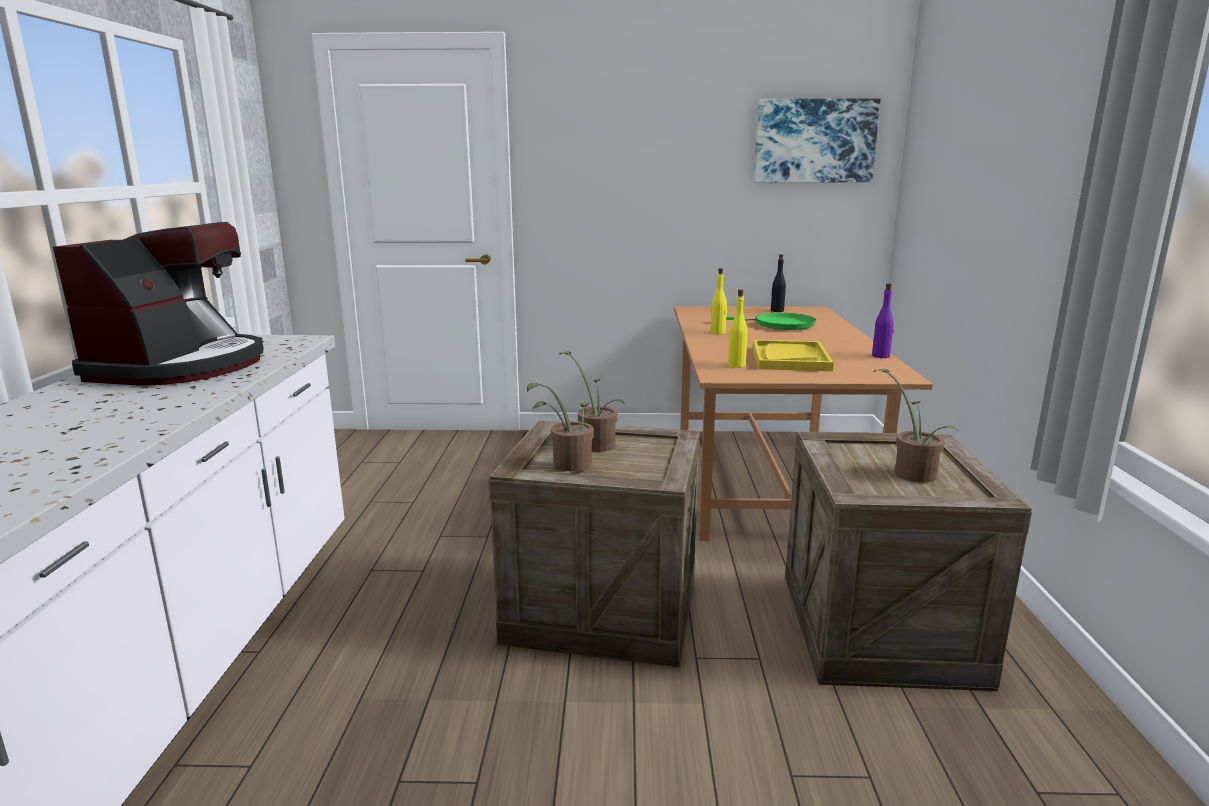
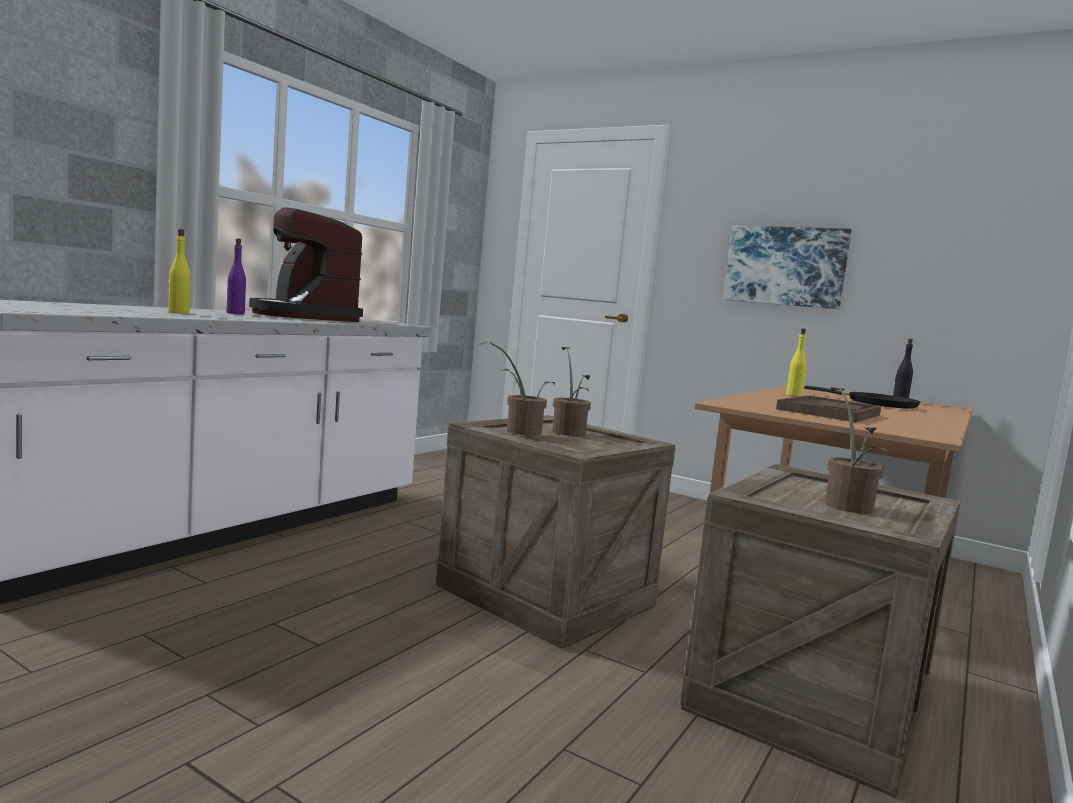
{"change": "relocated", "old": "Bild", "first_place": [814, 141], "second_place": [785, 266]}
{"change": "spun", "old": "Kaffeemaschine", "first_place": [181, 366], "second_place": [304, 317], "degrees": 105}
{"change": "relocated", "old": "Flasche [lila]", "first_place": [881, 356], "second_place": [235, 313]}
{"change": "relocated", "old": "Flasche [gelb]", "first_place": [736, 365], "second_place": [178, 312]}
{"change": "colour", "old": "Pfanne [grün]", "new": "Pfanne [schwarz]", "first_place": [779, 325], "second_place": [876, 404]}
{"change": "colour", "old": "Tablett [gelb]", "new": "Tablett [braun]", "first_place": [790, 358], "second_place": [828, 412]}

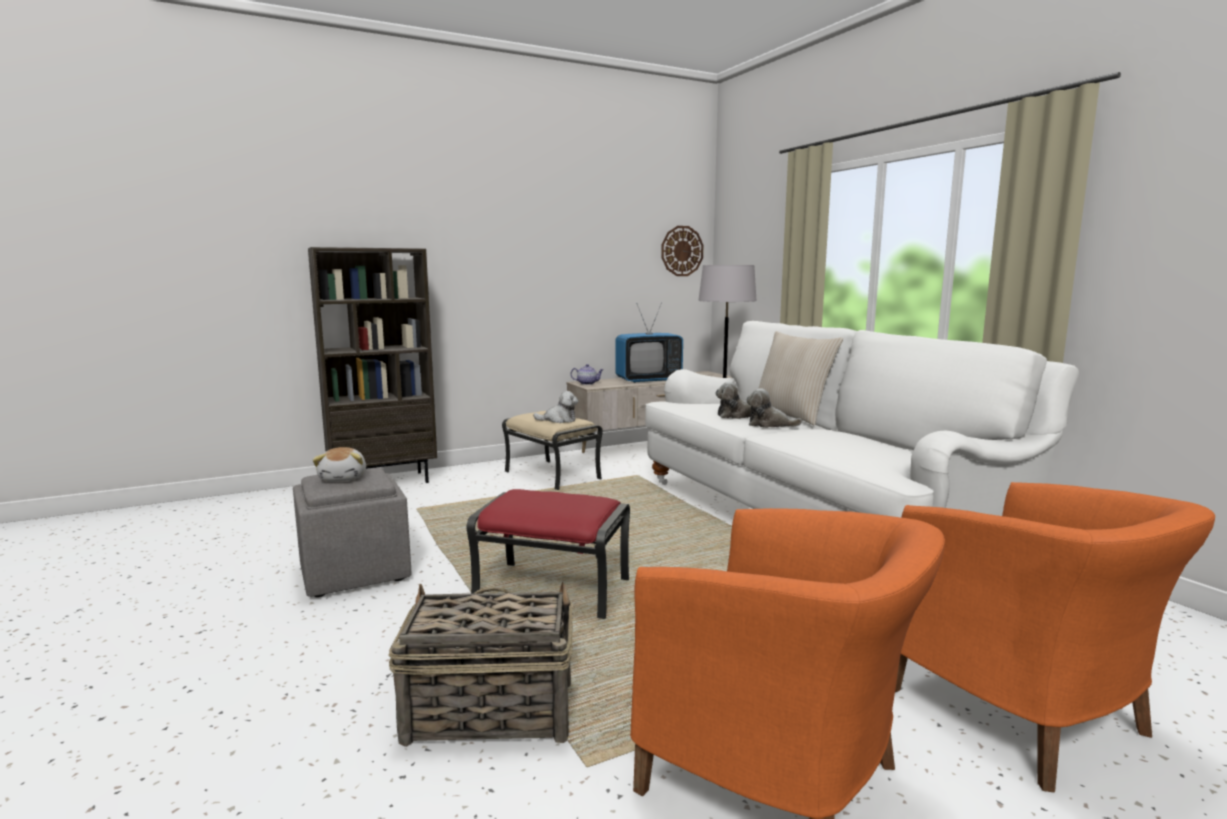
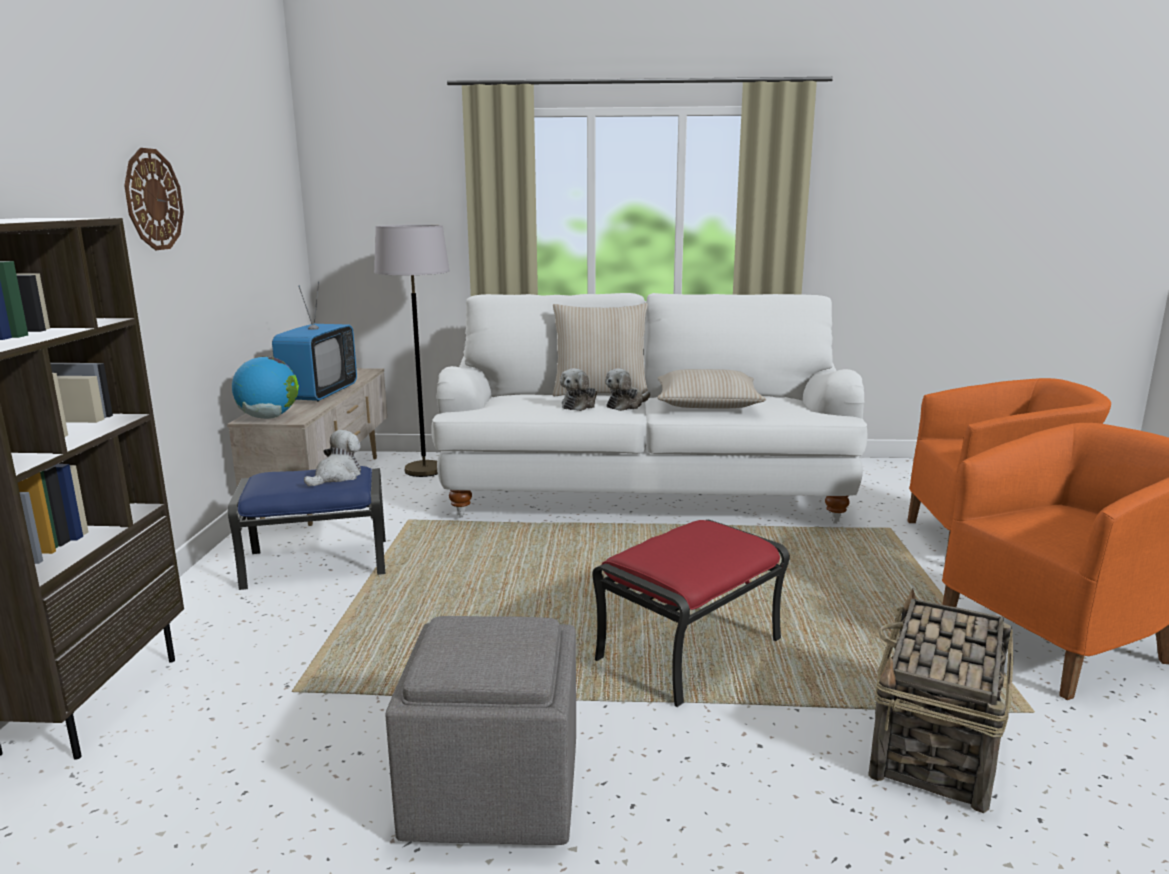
{"change": "relocated", "old": "Wanduhr", "first_place": [682, 251], "second_place": [153, 199]}
{"change": "exchanged", "old": "Teekanne", "new": "Globus", "first_place": [587, 383], "second_place": [268, 417]}
{"change": "colour", "old": "Polsterhocker [beige]", "new": "Polsterhocker [blau]", "first_place": [551, 475], "second_place": [315, 564]}
{"change": "missing", "old": "Plüschtier", "first_place": [344, 478]}
{"change": "appeared", "new": "Kissen [beige]", "second_place": [707, 403]}

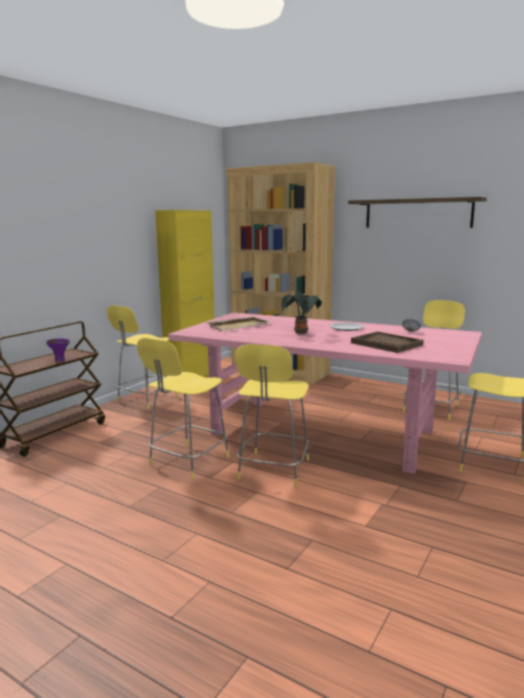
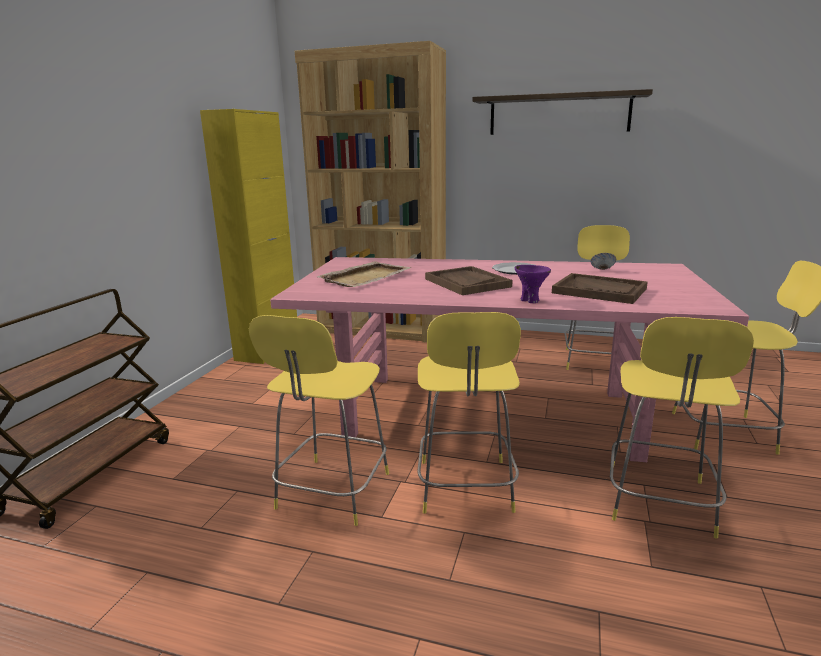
{"change": "exchanged", "old": "Topfpflanze", "new": "Tablett [braun]", "first_place": [301, 333], "second_place": [467, 283]}
{"change": "relocated", "old": "Hocker [gelb]", "first_place": [146, 400], "second_place": [658, 503]}
{"change": "relocated", "old": "Schüssel [lila]", "first_place": [59, 360], "second_place": [530, 300]}

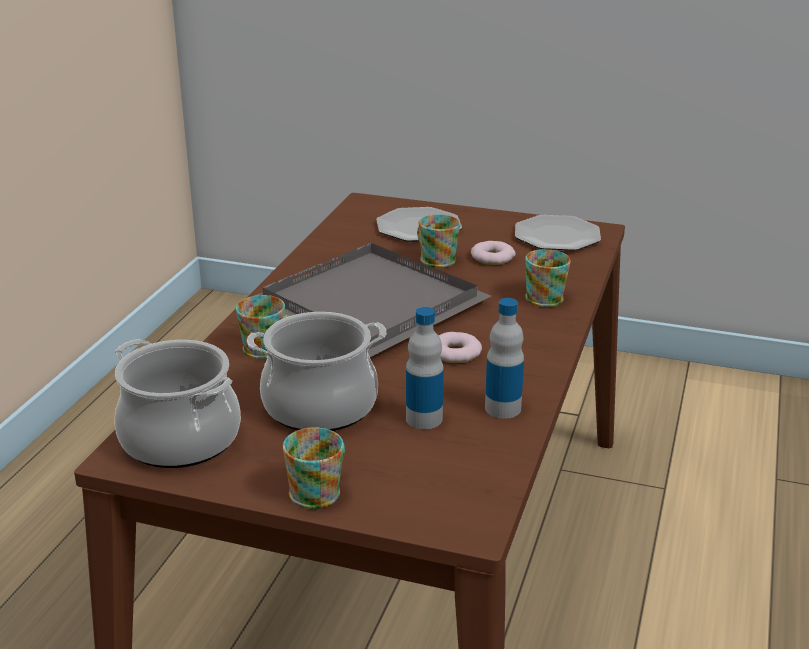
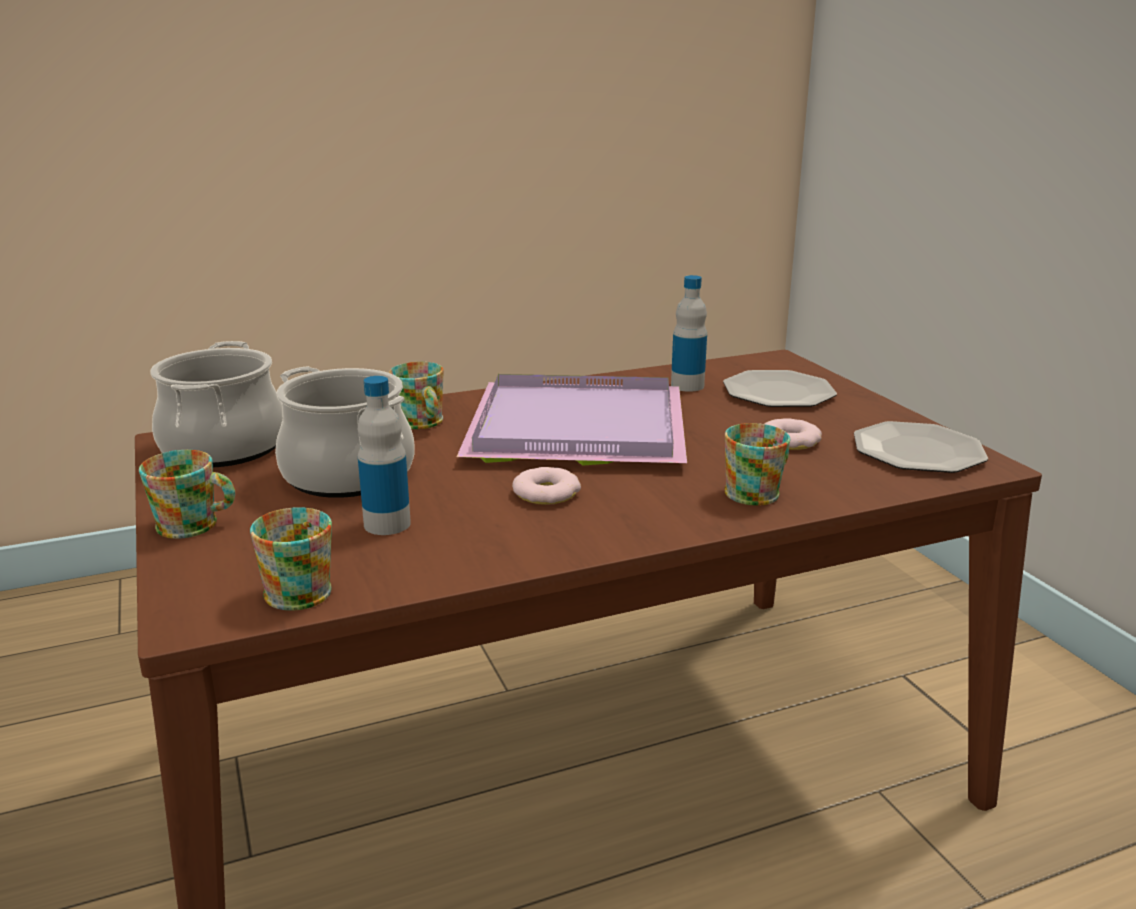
{"change": "relocated", "old": "Henkelbecher", "first_place": [435, 259], "second_place": [304, 588]}
{"change": "colour", "old": "Tablett [grau]", "new": "Tablett [lila]", "first_place": [370, 306], "second_place": [573, 429]}
{"change": "relocated", "old": "Flasche", "first_place": [503, 408], "second_place": [687, 386]}

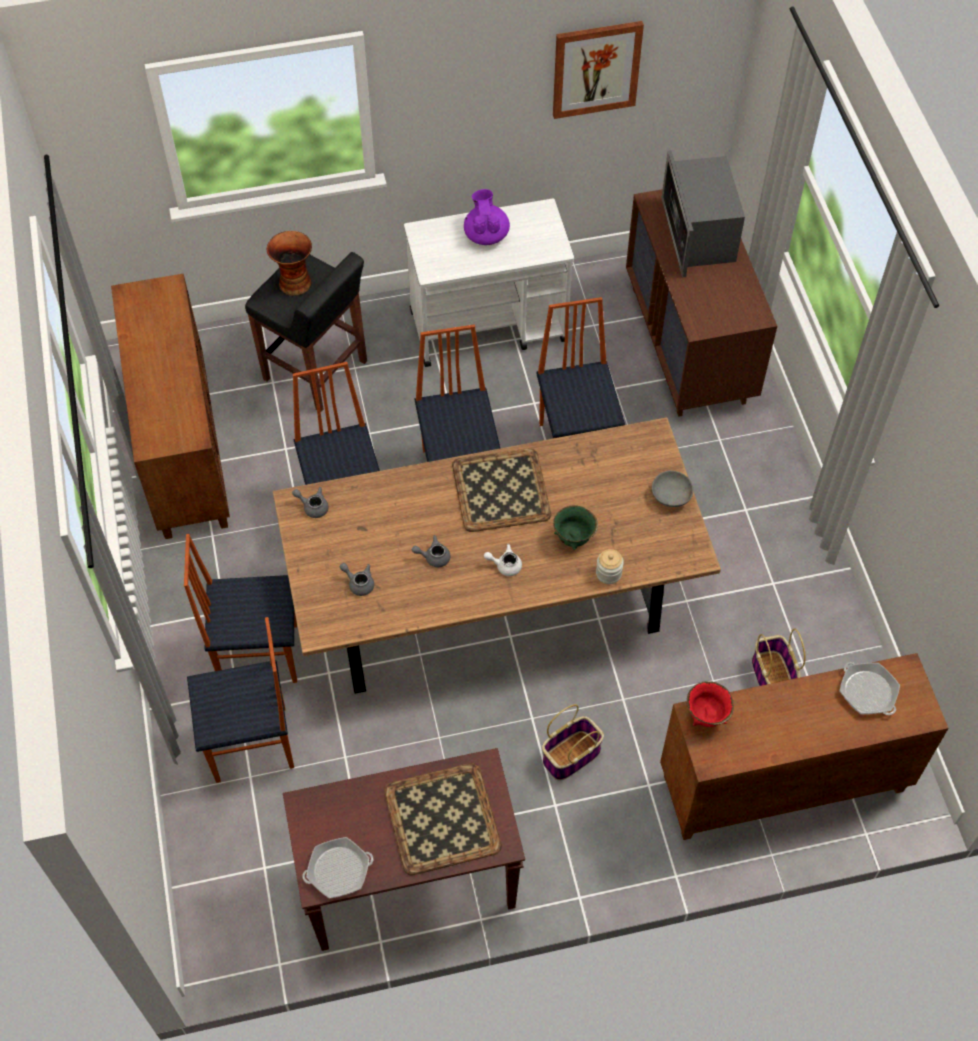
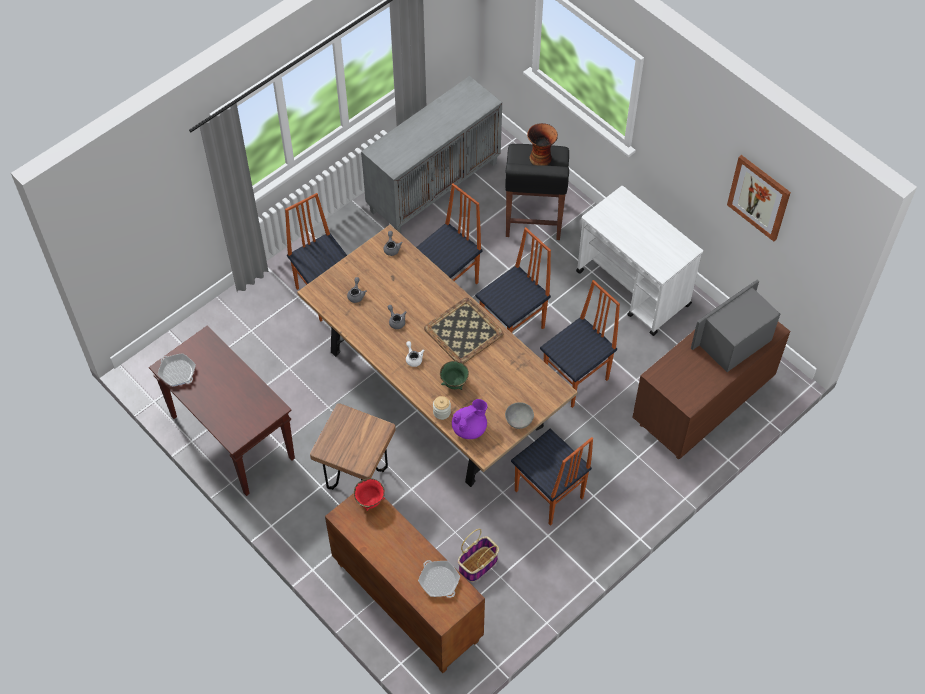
{"change": "relocated", "old": "Teekanne [lila]", "first_place": [486, 235], "second_place": [470, 428]}
{"change": "colour", "old": "Schrank [braun]", "new": "Schrank [grau]", "first_place": [182, 449], "second_place": [434, 186]}
{"change": "relocated", "old": "Stuhl", "first_place": [252, 746], "second_place": [548, 495]}
{"change": "spun", "old": "Pfanne", "first_place": [867, 692], "second_place": [439, 581], "degrees": 120}
{"change": "exchanged", "old": "Korb", "new": "Hocker [braun]", "first_place": [571, 755], "second_place": [358, 479]}
{"change": "missing", "old": "Tablett", "first_place": [441, 818]}

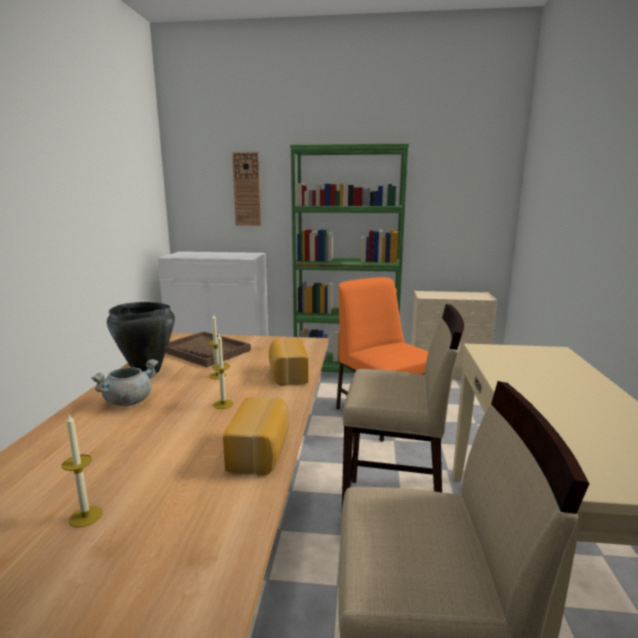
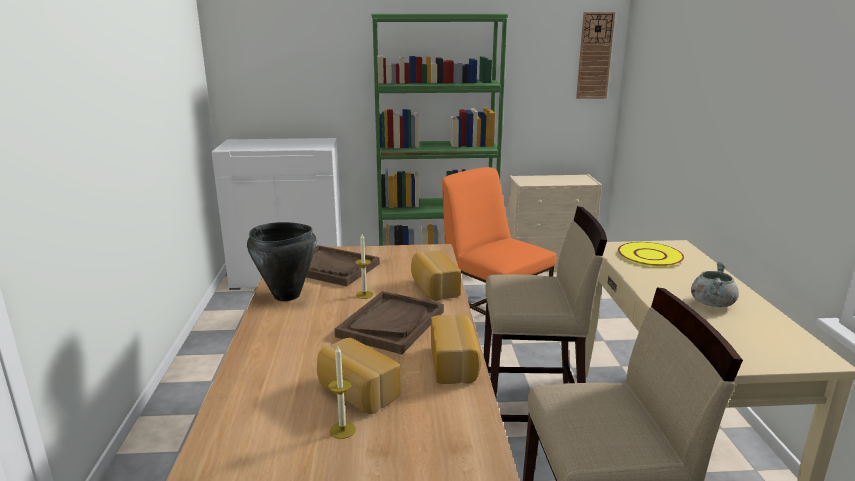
{"change": "relocated", "old": "Wanduhr", "first_place": [247, 189], "second_place": [594, 56]}
{"change": "exchanged", "old": "Kerze", "new": "Tablett [braun]", "first_place": [223, 404], "second_place": [391, 324]}
{"change": "relocated", "old": "Kochtopf [grau]", "first_place": [129, 401], "second_place": [711, 303]}
{"change": "appeared", "new": "Teller [gelb]", "second_place": [649, 255]}
{"change": "appeared", "new": "Brot", "second_place": [356, 393]}

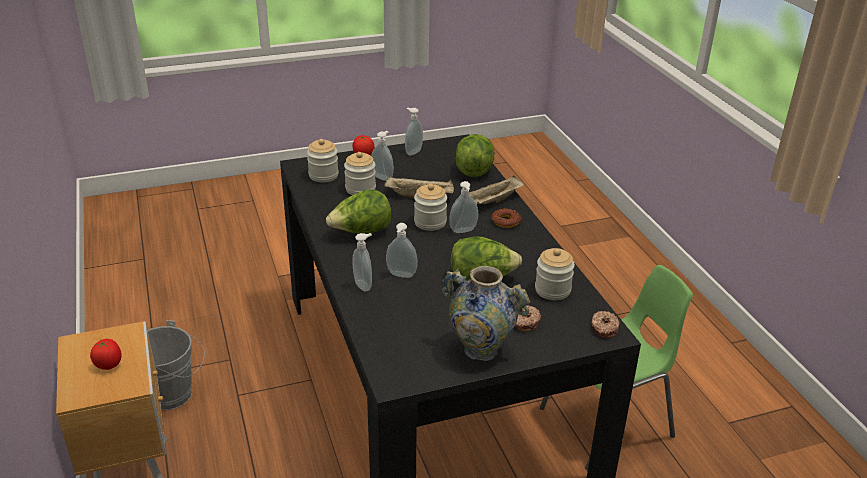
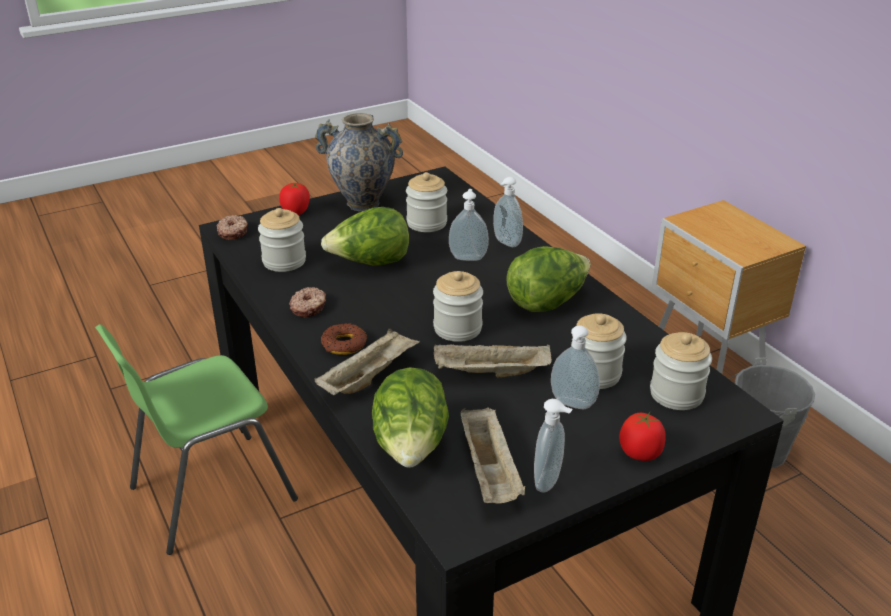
{"change": "missing", "old": "Seifenspender", "first_place": [463, 231]}
{"change": "relocated", "old": "Donut", "first_place": [525, 322], "second_place": [309, 307]}
{"change": "relocated", "old": "Tomate", "first_place": [109, 364], "second_place": [296, 212]}
{"change": "appeared", "new": "Vorratsglas", "second_place": [427, 223]}
{"change": "appeared", "new": "Tablett [beige]", "second_place": [490, 472]}

